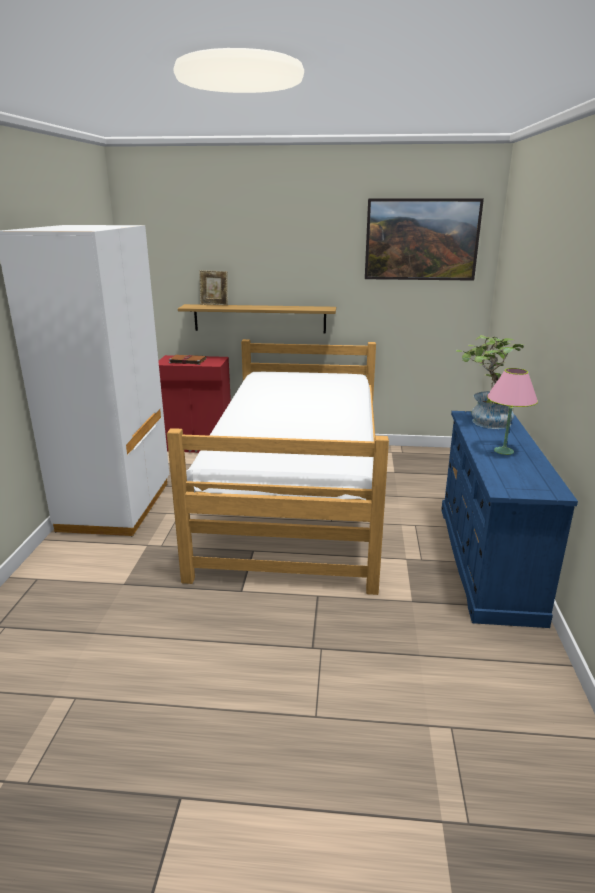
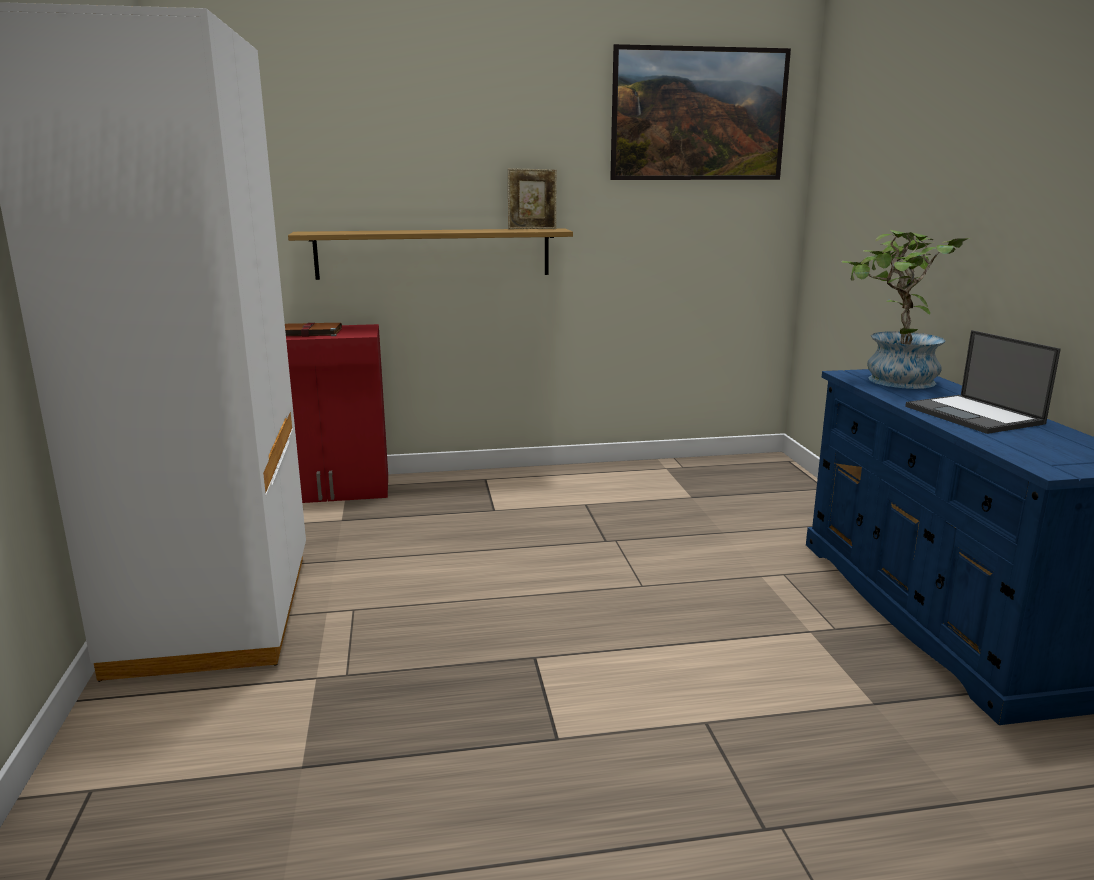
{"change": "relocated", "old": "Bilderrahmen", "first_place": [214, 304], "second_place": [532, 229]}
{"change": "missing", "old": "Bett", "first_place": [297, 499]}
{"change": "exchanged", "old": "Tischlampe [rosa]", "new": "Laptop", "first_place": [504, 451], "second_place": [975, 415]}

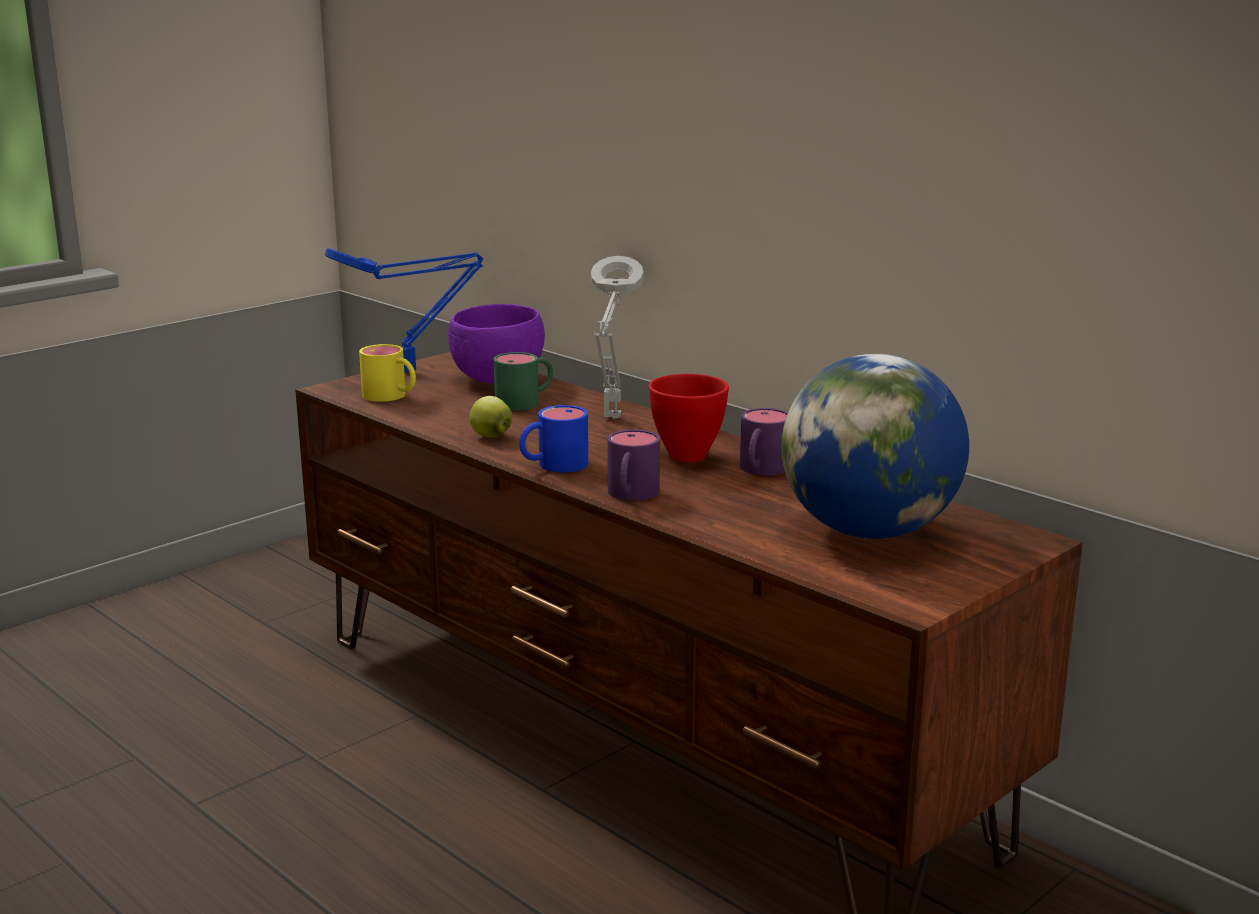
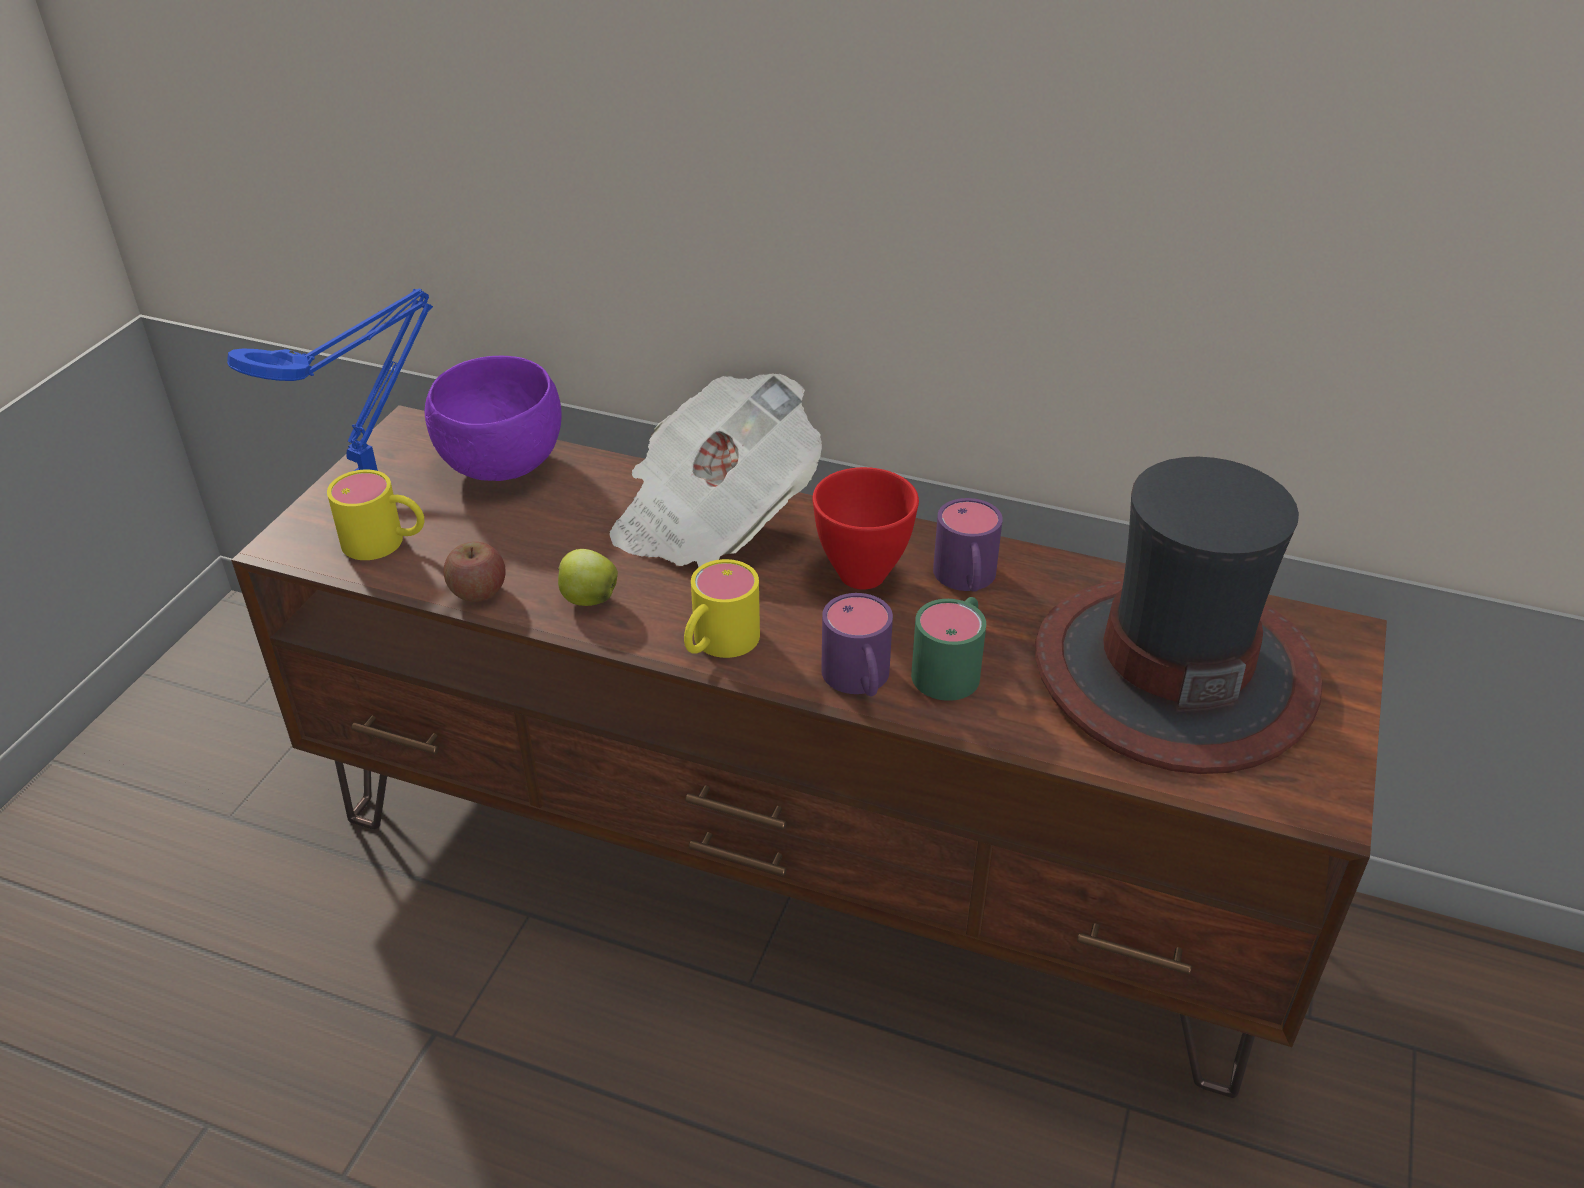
{"change": "exchanged", "old": "Tischlampe [grau]", "new": "Zeitung", "first_place": [612, 419], "second_place": [713, 518]}
{"change": "relocated", "old": "Henkelbecher [grün]", "first_place": [526, 402], "second_place": [952, 666]}
{"change": "exchanged", "old": "Globus", "new": "Hut", "first_place": [869, 531], "second_place": [1172, 671]}
{"change": "colour", "old": "Henkelbecher [blau]", "new": "Henkelbecher [gelb]", "first_place": [553, 465], "second_place": [717, 644]}
{"change": "appeared", "new": "Apfel", "second_place": [478, 591]}

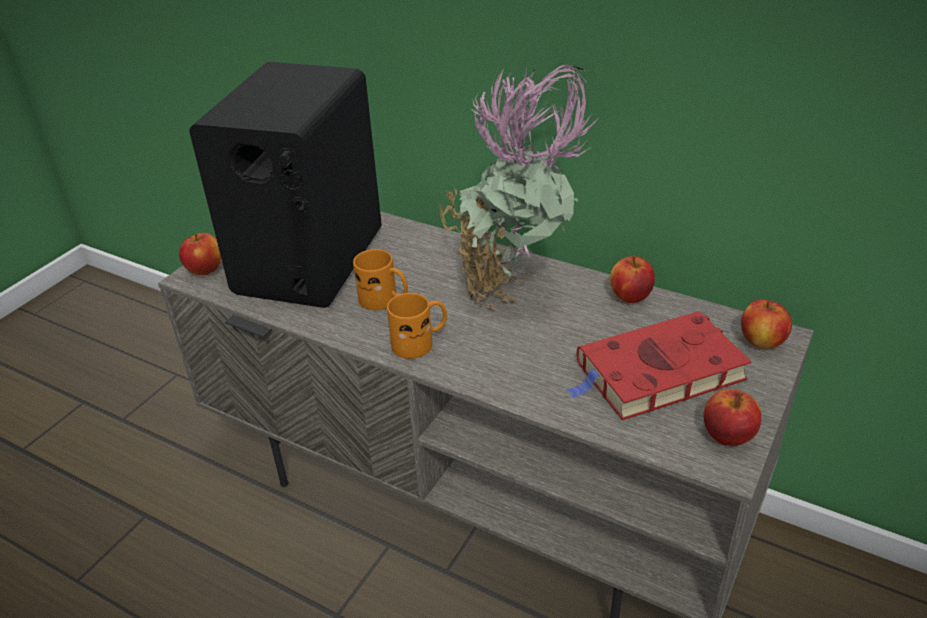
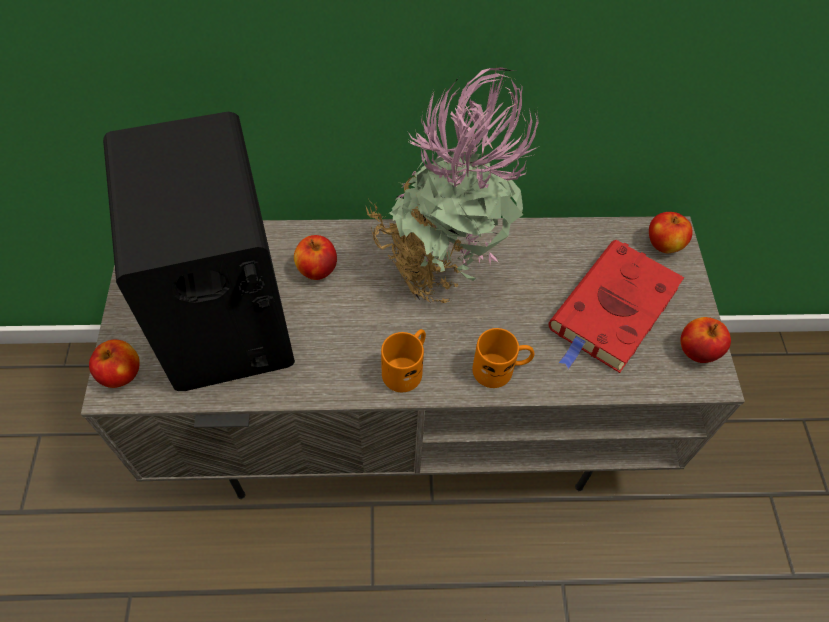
{"change": "relocated", "old": "Henkelbecher [orange]", "first_place": [385, 300], "second_place": [501, 369]}
{"change": "relocated", "old": "Apfel", "first_place": [630, 297], "second_place": [317, 270]}

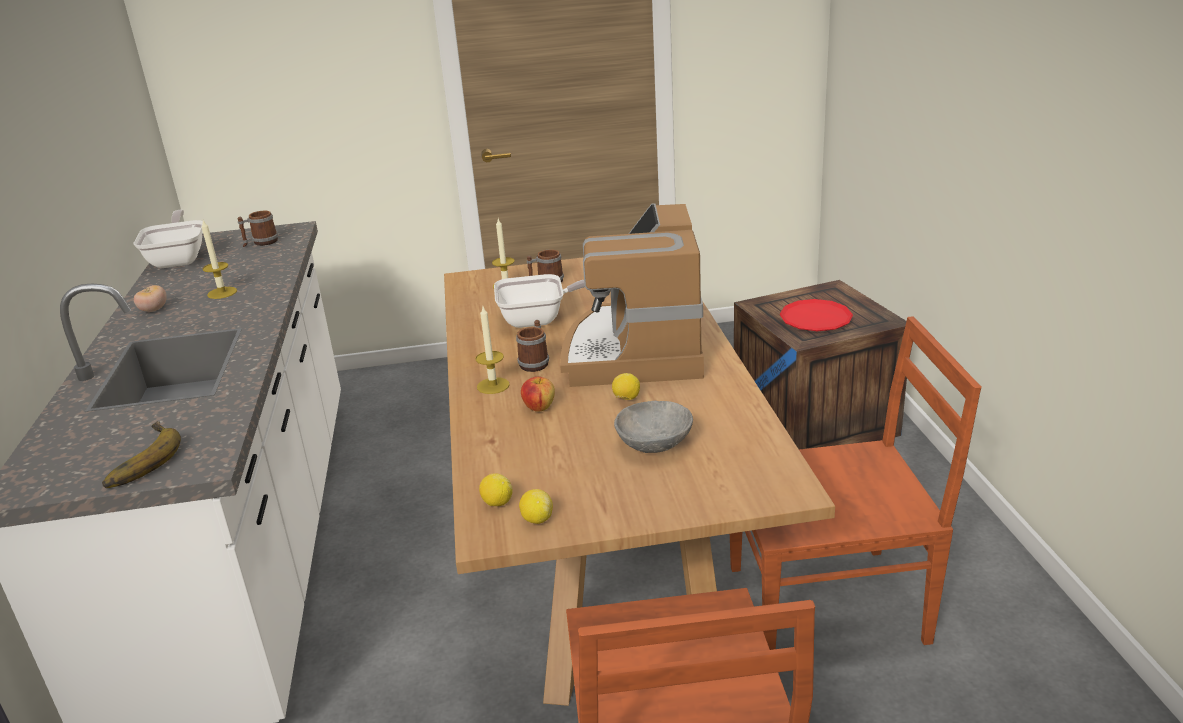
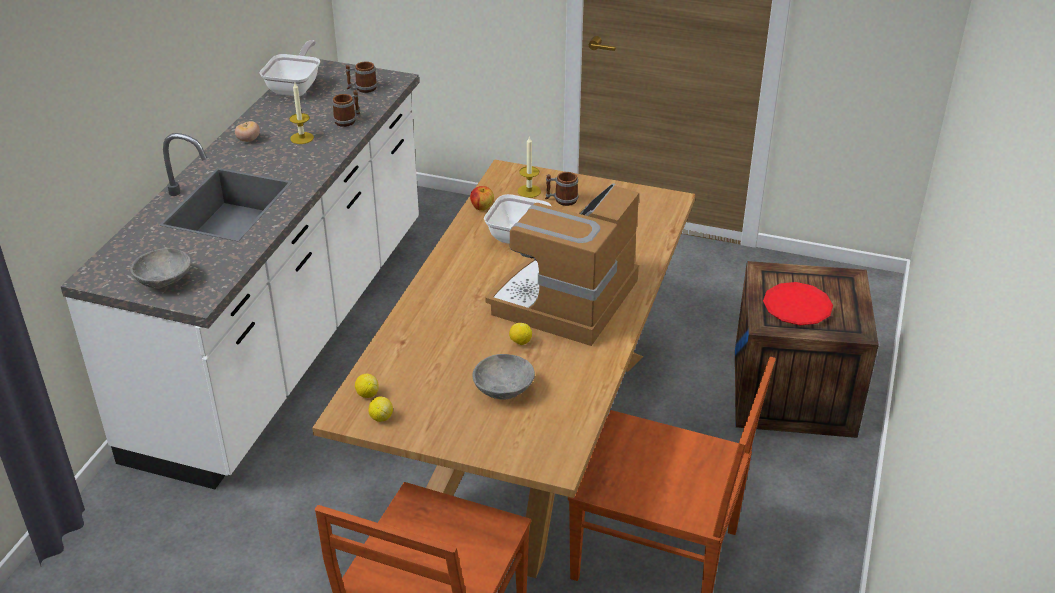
{"change": "missing", "old": "Kerze", "first_place": [493, 386]}
{"change": "relocated", "old": "Henkelbecher", "first_place": [535, 362], "second_place": [348, 120]}
{"change": "relocated", "old": "Apfel", "first_place": [539, 407], "second_place": [482, 207]}
{"change": "exchanged", "old": "Banane", "new": "Schüssel [grau]", "first_place": [138, 461], "second_place": [165, 281]}

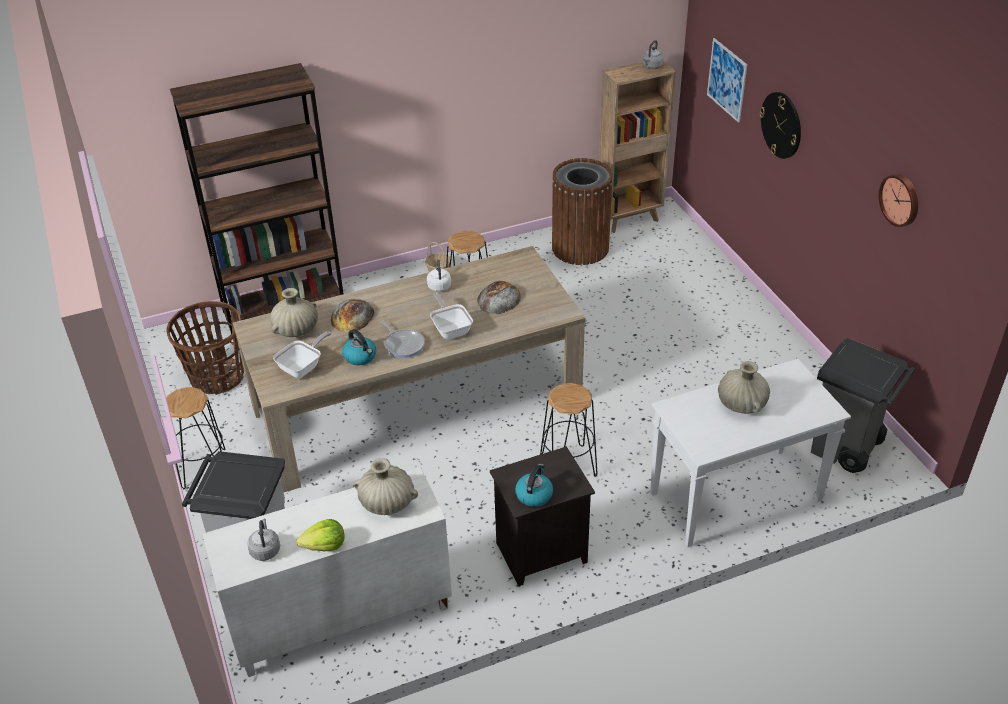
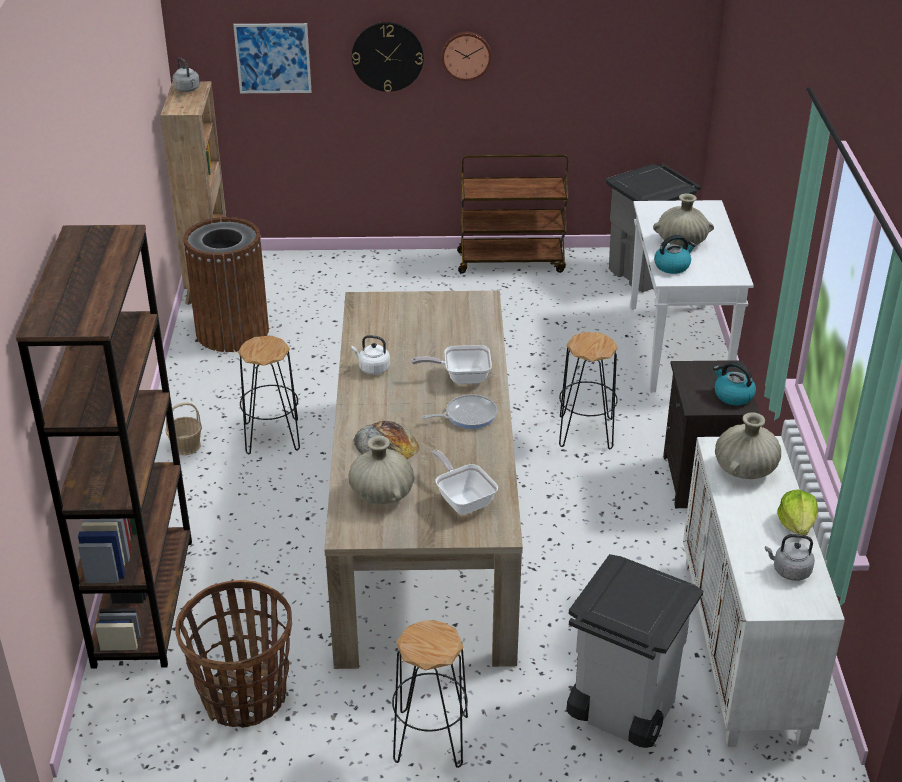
{"change": "relocated", "old": "Wanduhr", "first_place": [900, 199], "second_place": [466, 55]}
{"change": "missing", "old": "Brot", "first_place": [499, 298]}
{"change": "relocated", "old": "Wasserkessel", "first_place": [360, 357], "second_place": [672, 266]}
{"change": "appeared", "new": "Rollwagen [braun]", "second_place": [511, 261]}

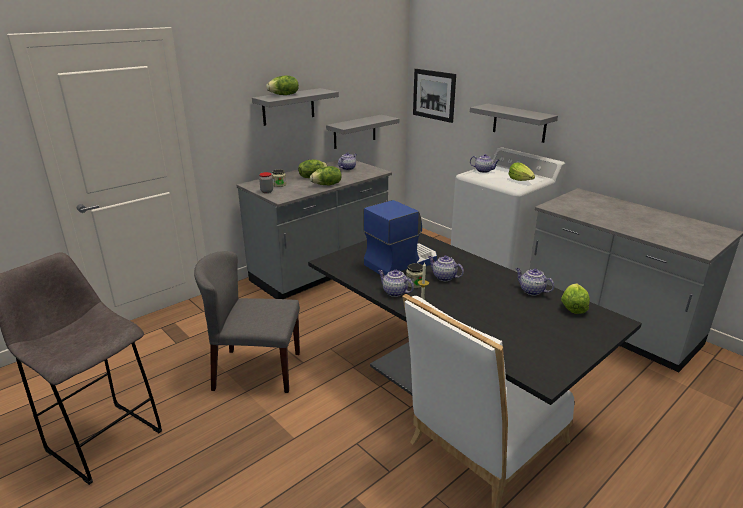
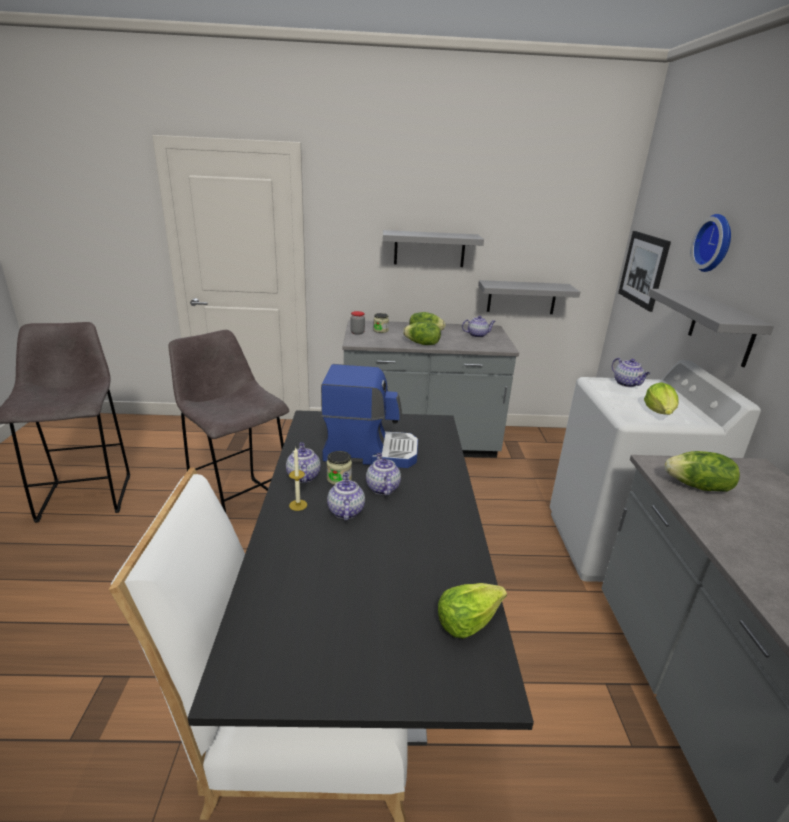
{"change": "relocated", "old": "Salatkopf", "first_place": [284, 95], "second_place": [698, 487]}
{"change": "exchanged", "old": "Stuhl [grau]", "new": "Hocker [grau]", "first_place": [256, 371], "second_place": [239, 504]}
{"change": "relocated", "old": "Teekanne", "first_place": [531, 291], "second_place": [345, 511]}
{"change": "appeared", "new": "Wanduhr", "second_place": [715, 243]}

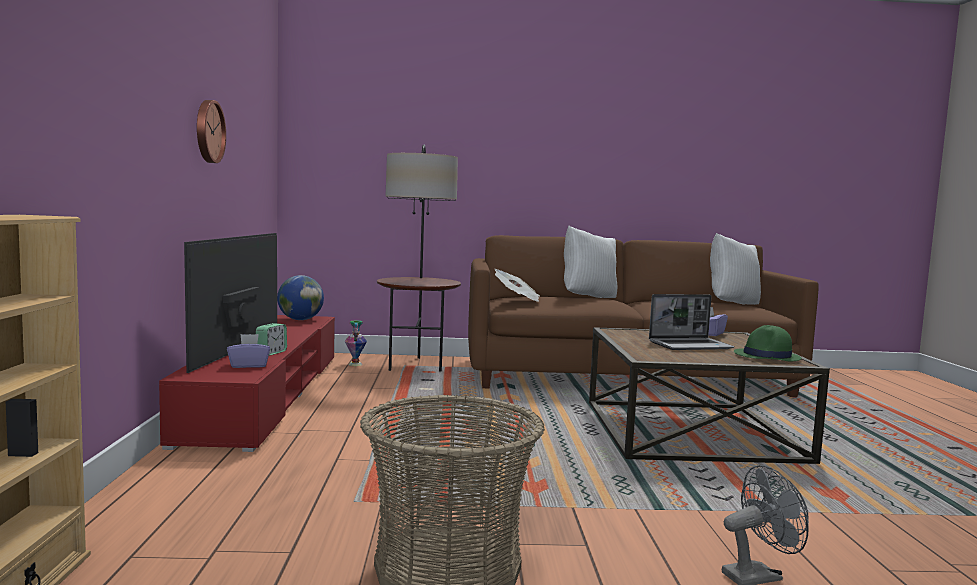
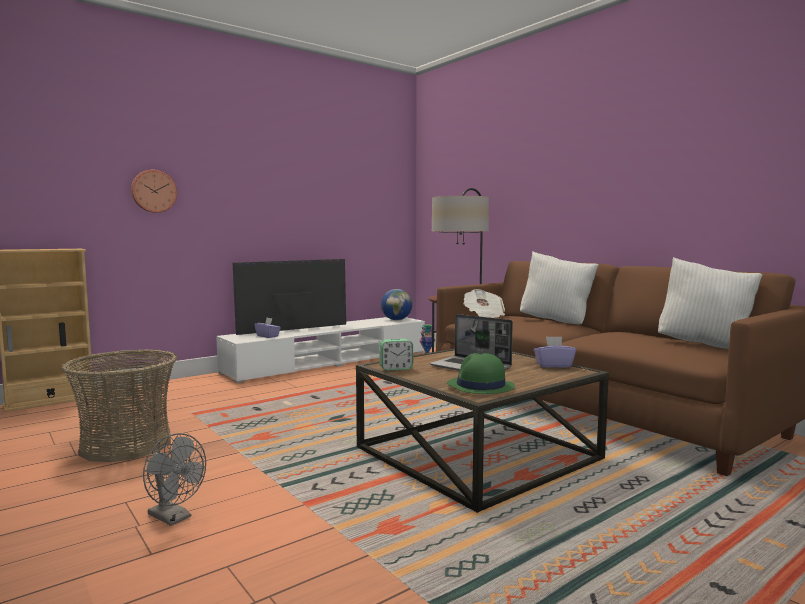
{"change": "relocated", "old": "Wanduhr", "first_place": [208, 131], "second_place": [153, 191]}
{"change": "colour", "old": "Fernsehschrank [rot]", "new": "Fernsehschrank [weiß]", "first_place": [267, 394], "second_place": [329, 362]}
{"change": "relocated", "old": "Wecker", "first_place": [271, 353], "second_place": [396, 368]}

